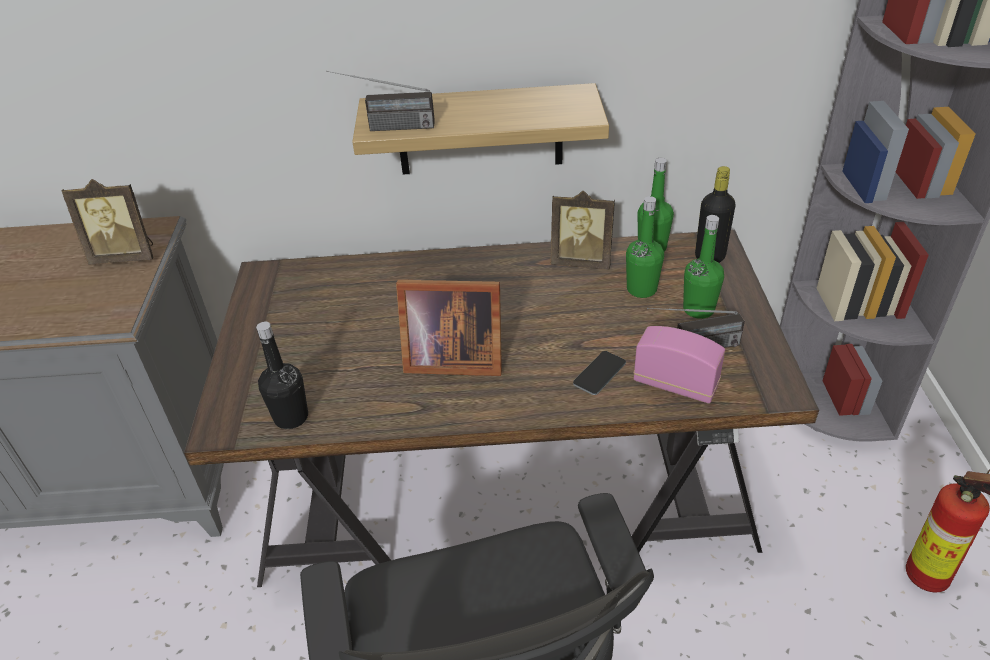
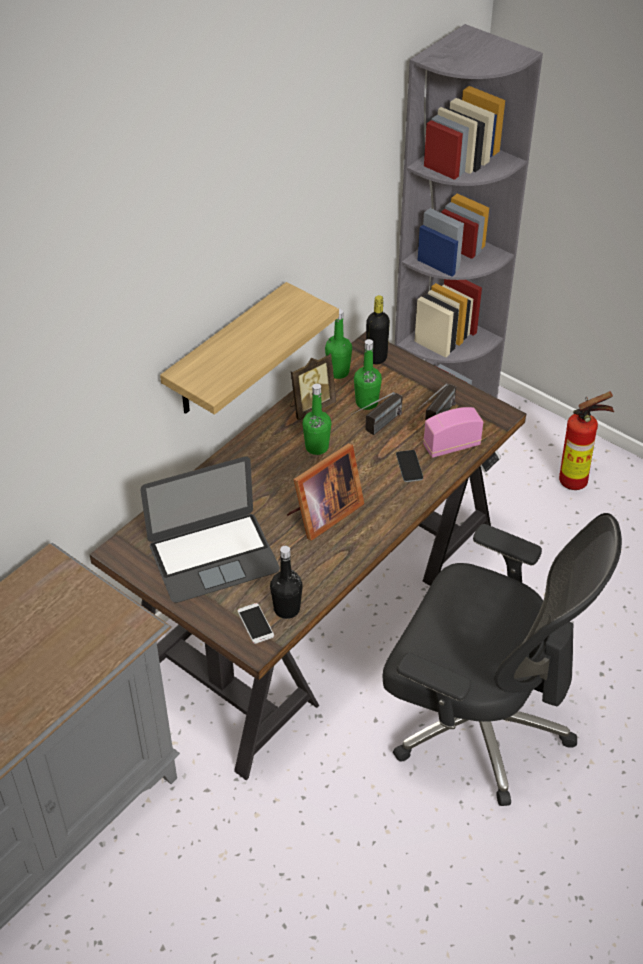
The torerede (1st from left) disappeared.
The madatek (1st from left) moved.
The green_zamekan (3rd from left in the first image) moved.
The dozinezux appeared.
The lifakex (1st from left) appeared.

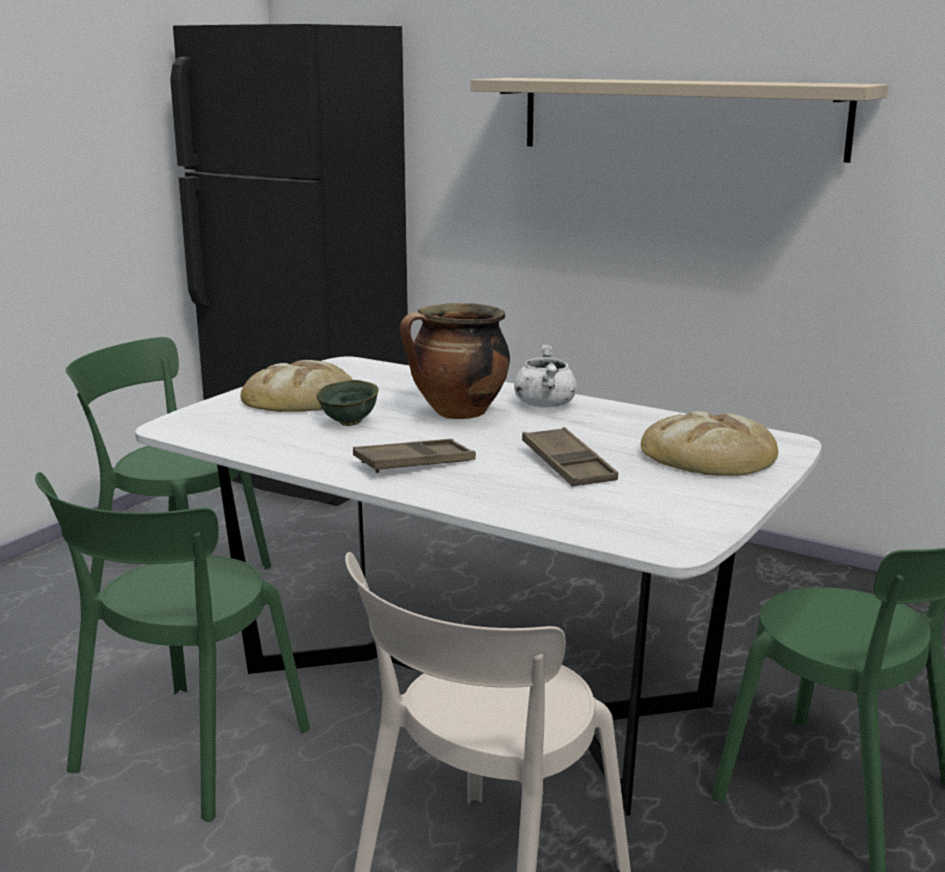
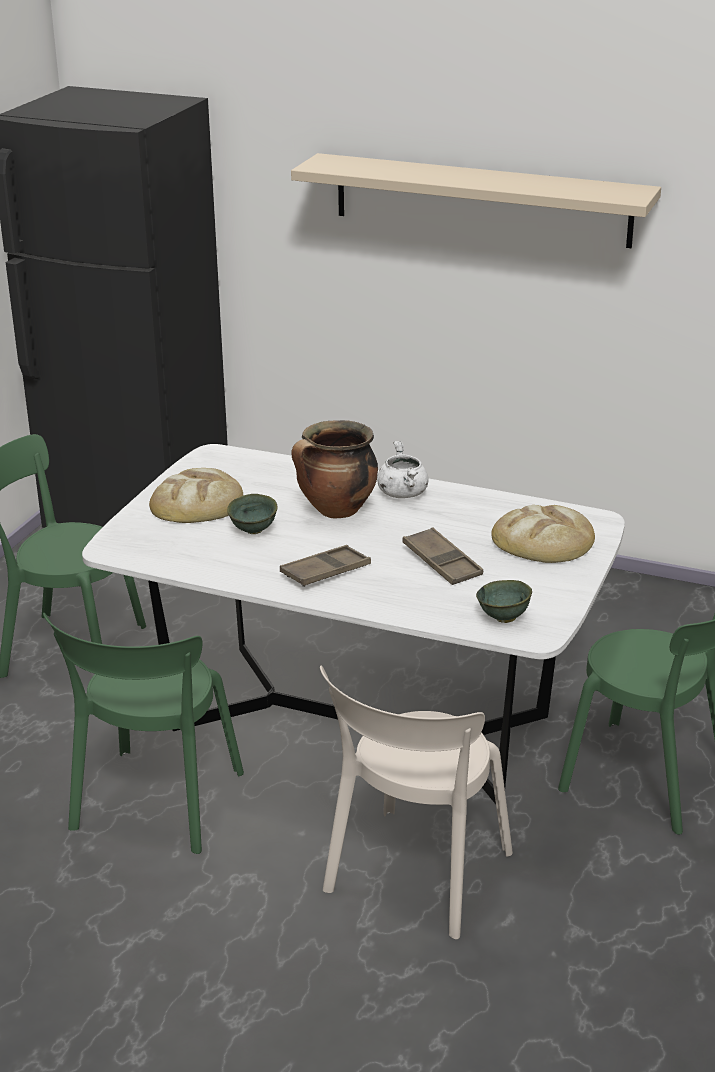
The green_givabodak (2nd from left) appeared.

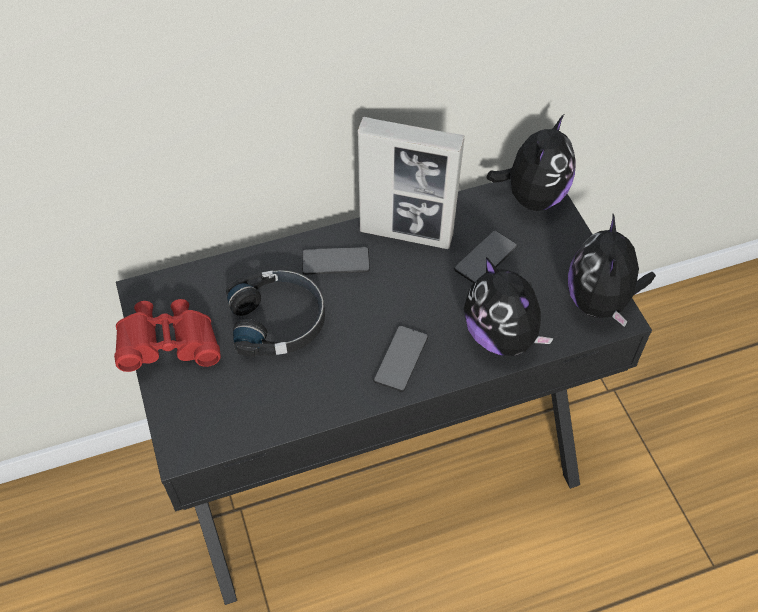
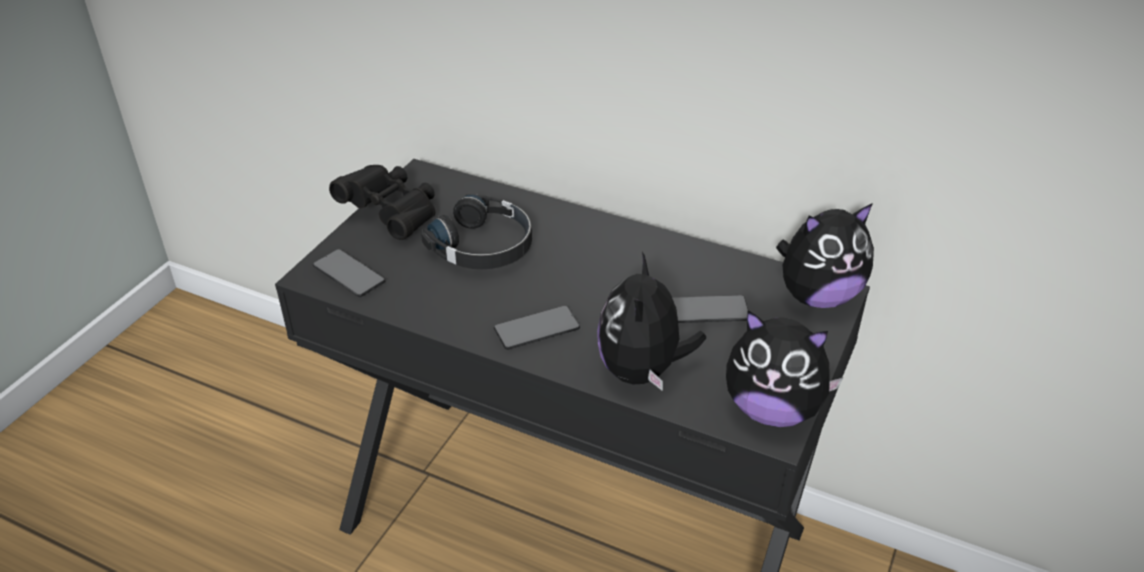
The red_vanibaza became the black_vanibaza.
The lifakex (1st from left) moved.
The torerede disappeared.
The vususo (3rd from left in the first image) turned 120 degrees counterclockwise.

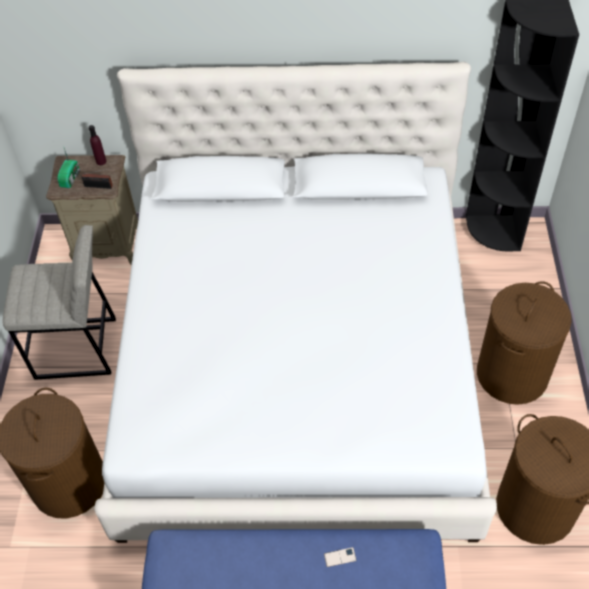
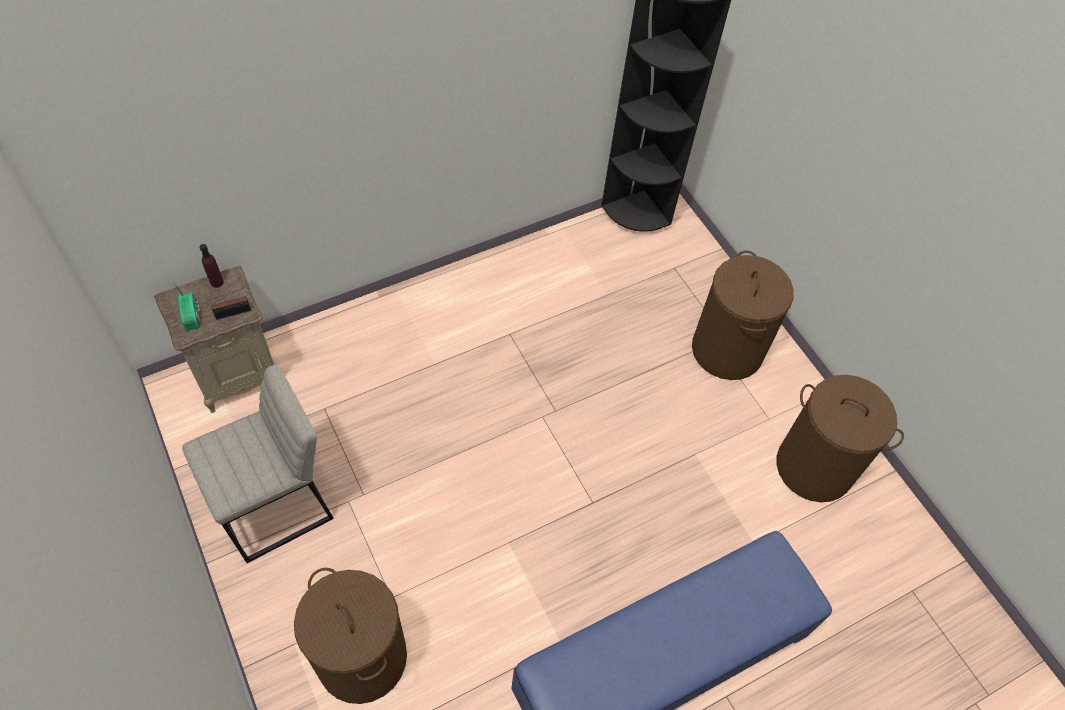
The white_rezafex disappeared.
The lifakex disappeared.

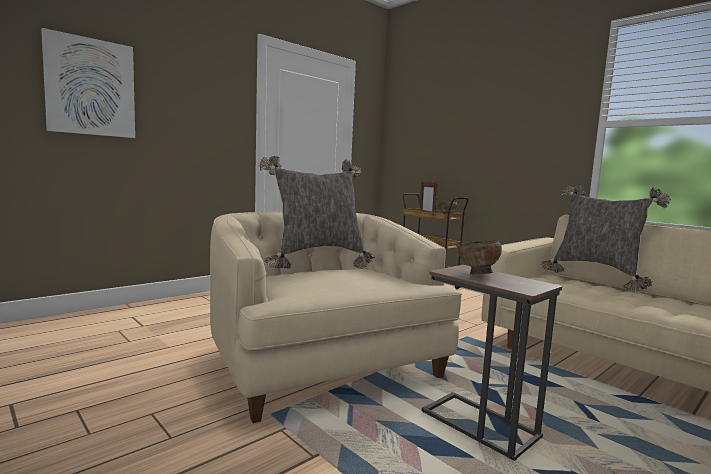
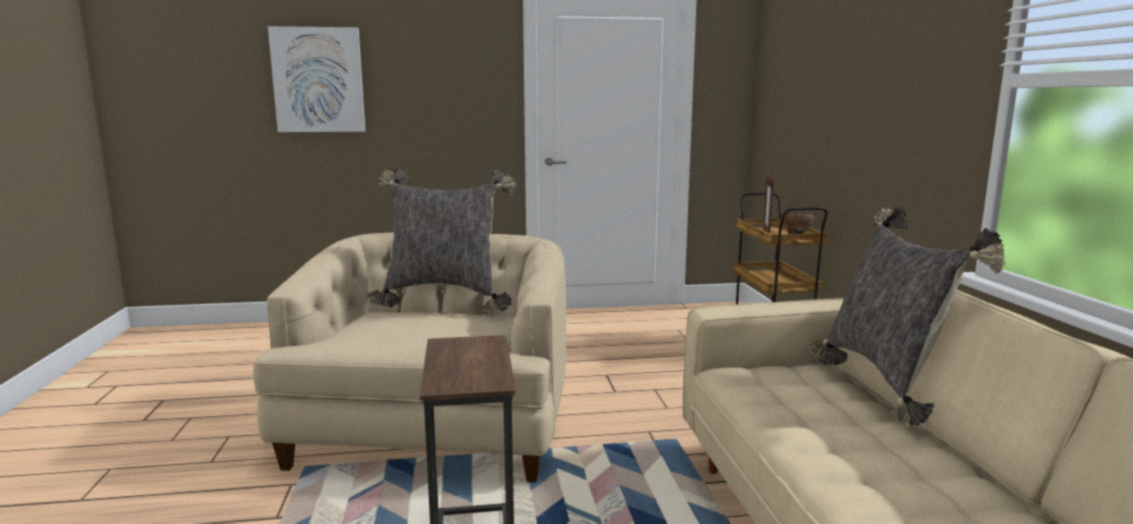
The brown_givabodak (2nd from left) disappeared.

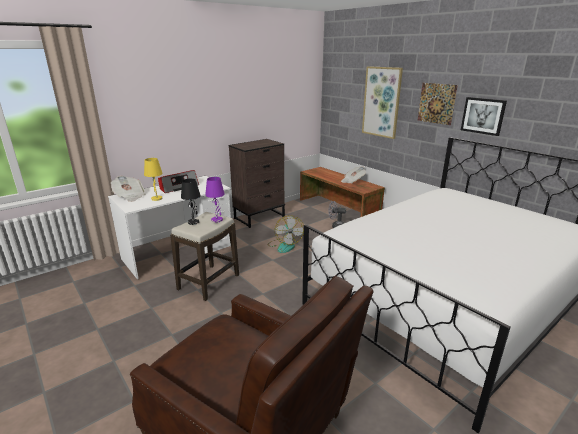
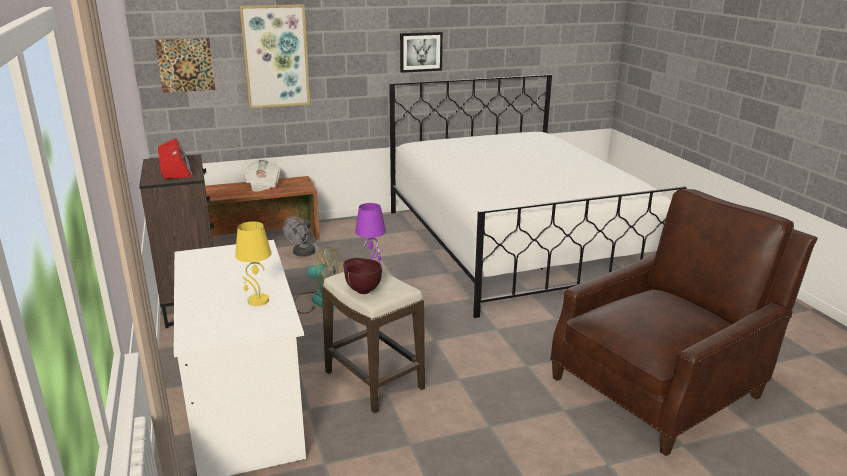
The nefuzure (1st from left) disappeared.
The madatek moved.
The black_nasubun was replaced by the brown_givabodak.
The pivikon (2nd from left in the first image) moved.

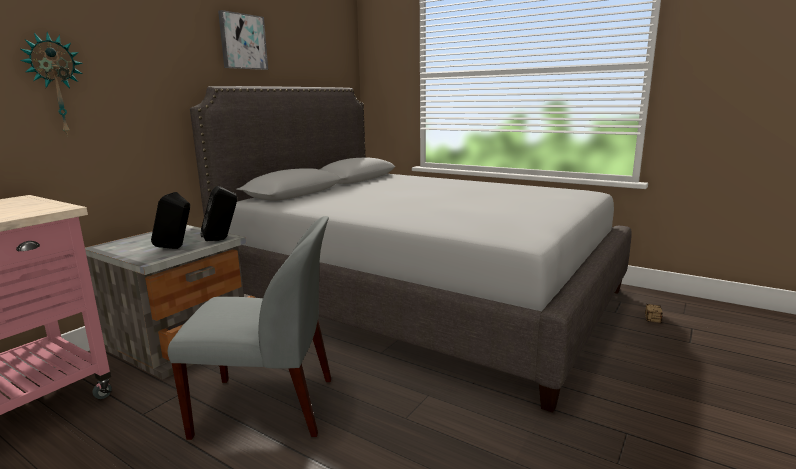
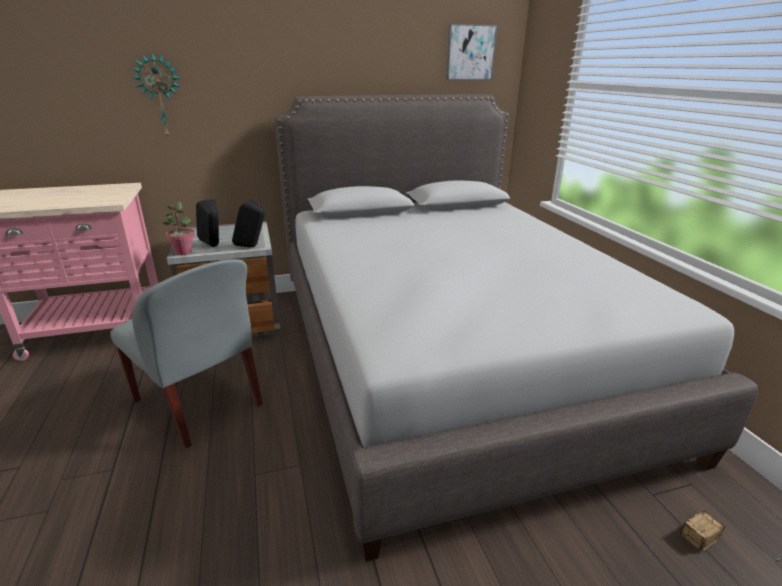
The pivikon moved.
The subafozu appeared.

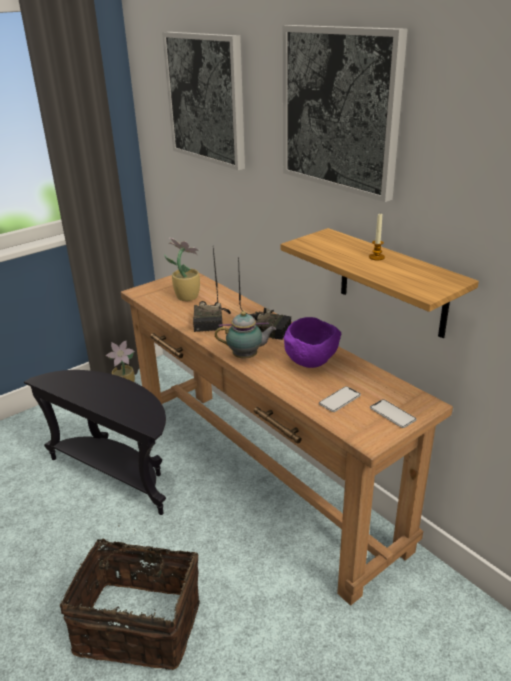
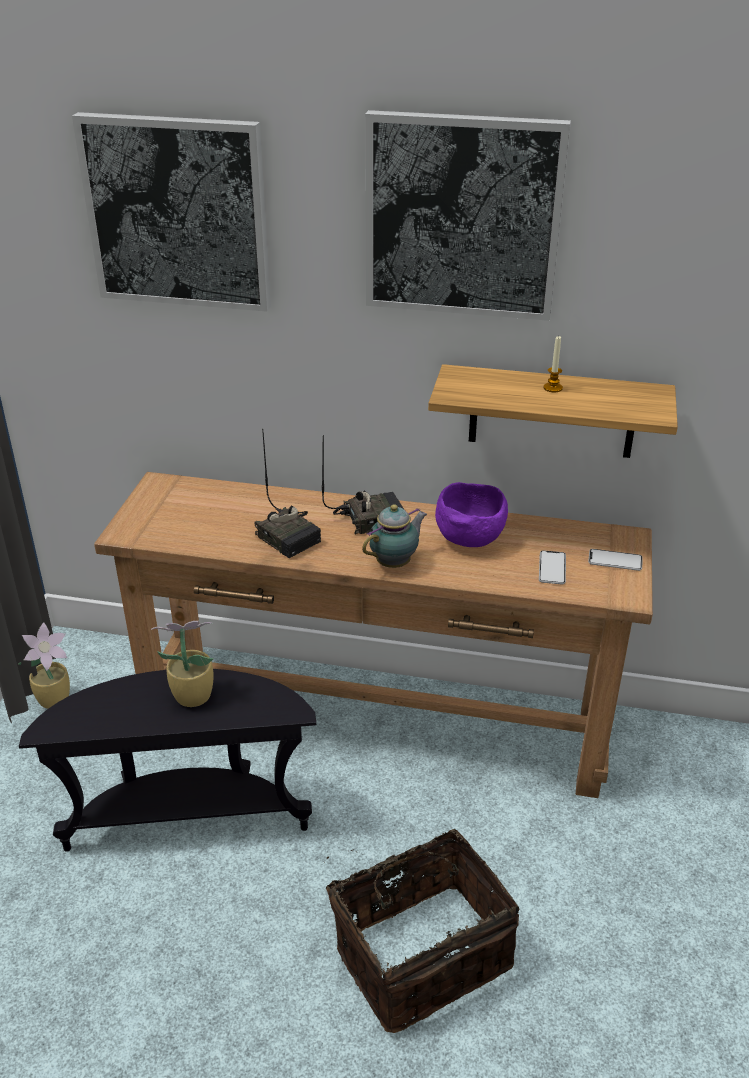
The subafozu (2nd from left) moved.

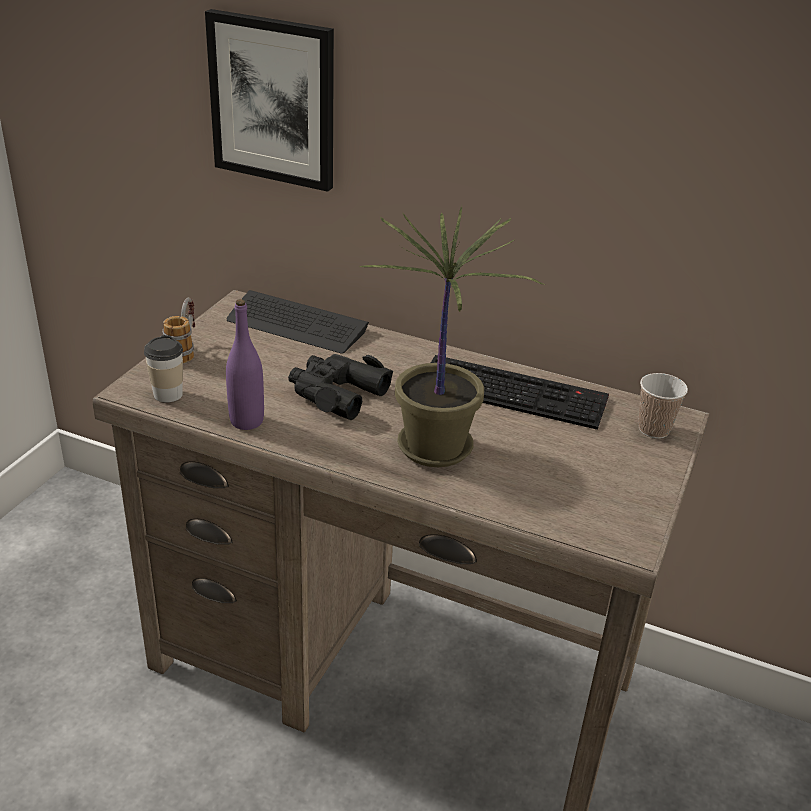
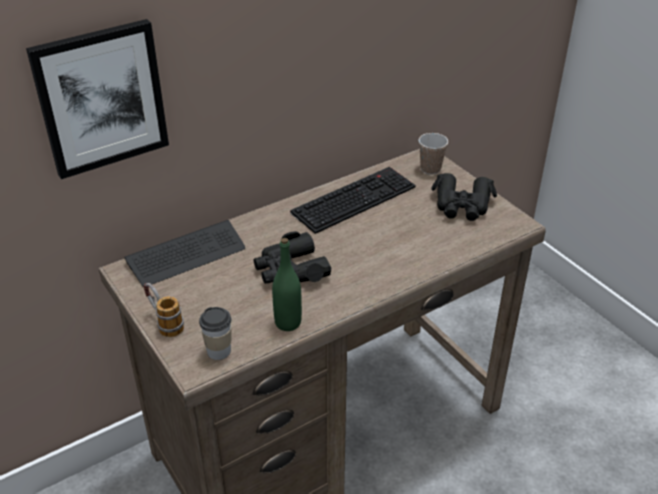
The purple_zamekan became the green_zamekan.
The subafozu disappeared.
The black_vanibaza (2nd from left) appeared.

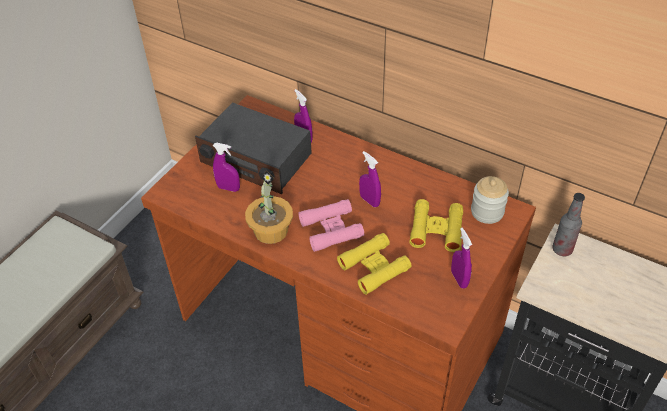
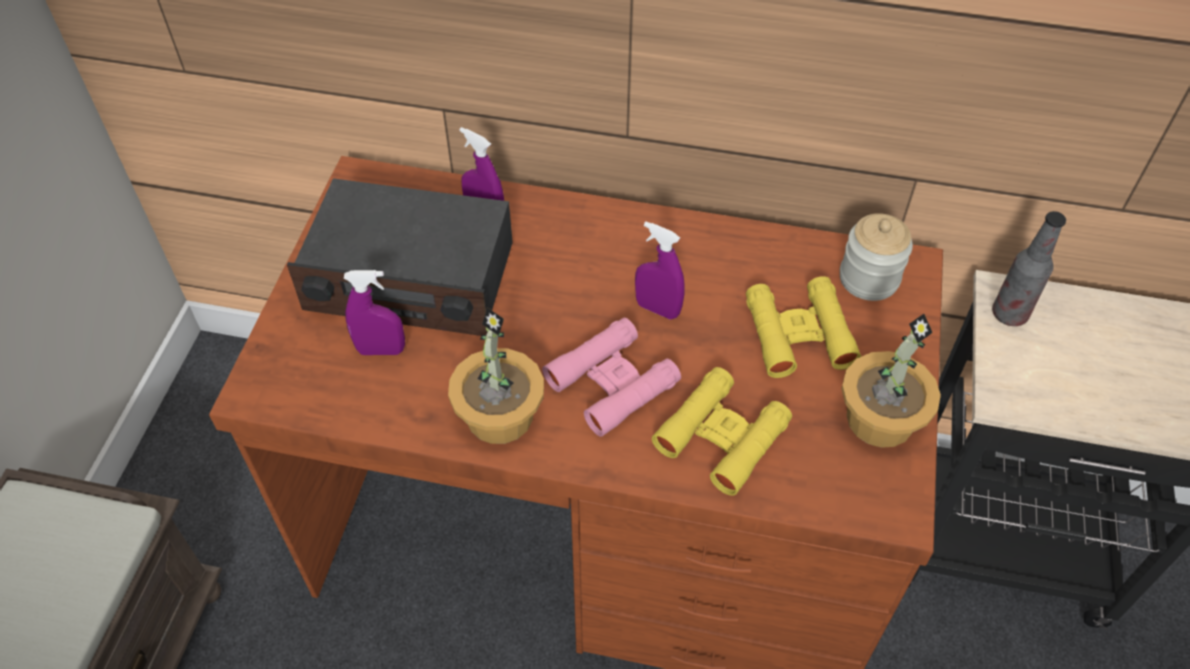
The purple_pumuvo (4th from left) was replaced by the subafozu (2nd from left).

